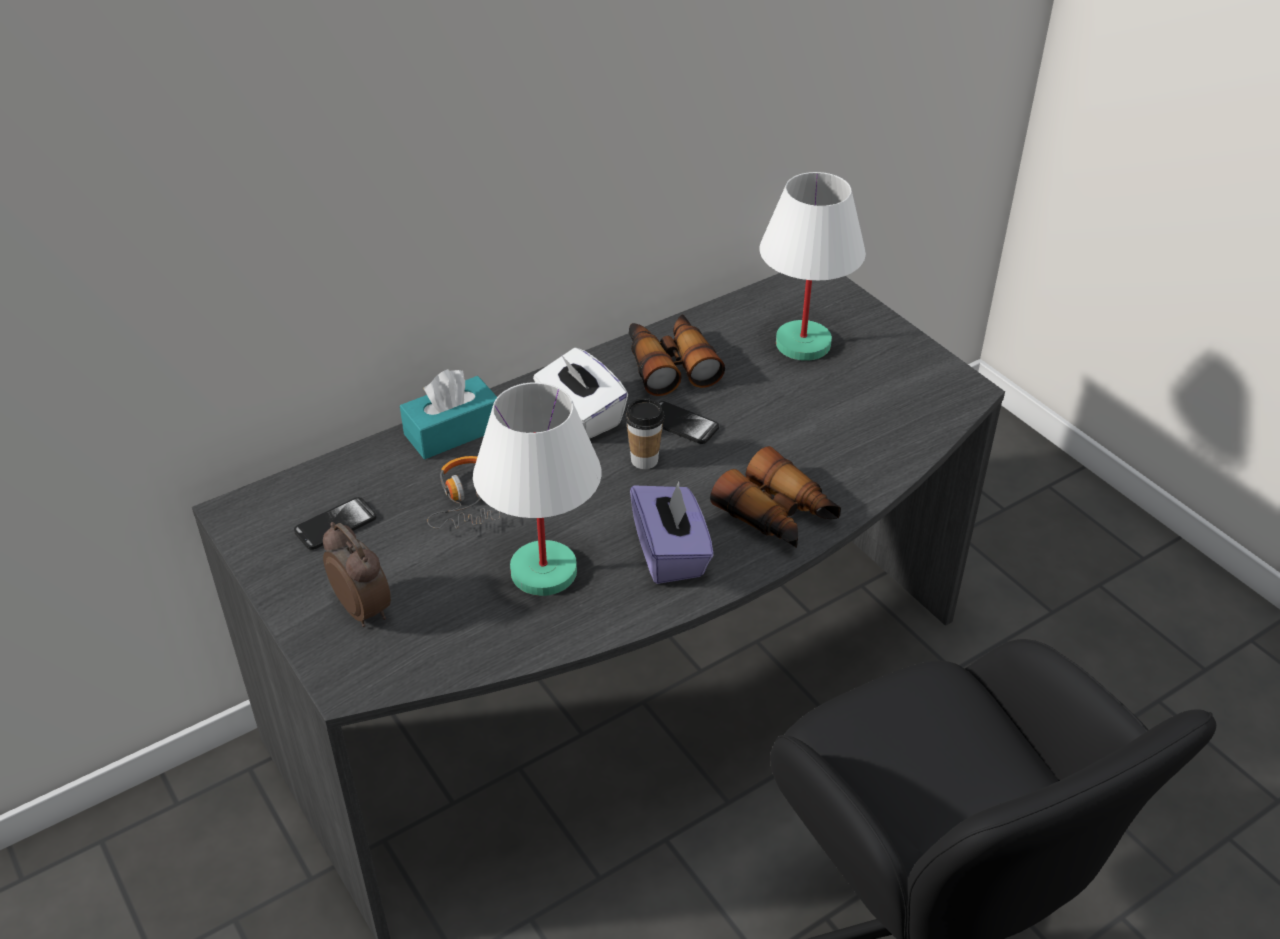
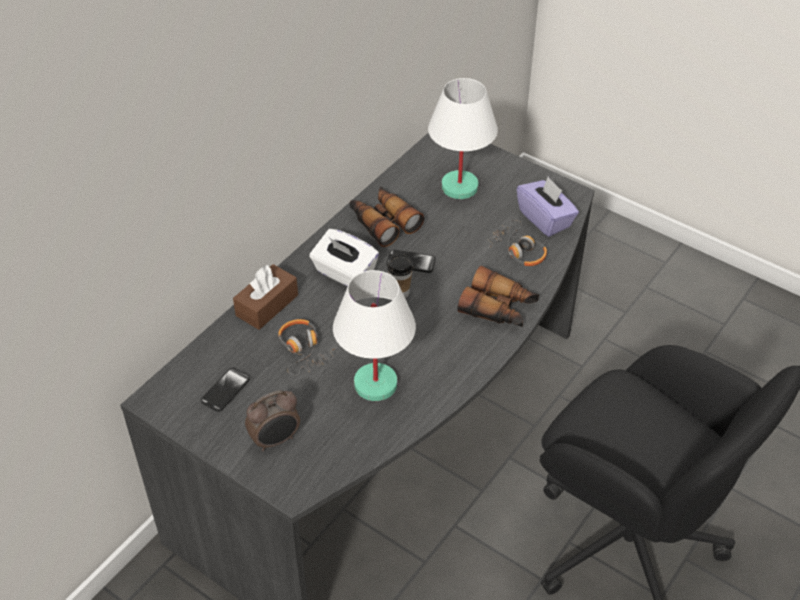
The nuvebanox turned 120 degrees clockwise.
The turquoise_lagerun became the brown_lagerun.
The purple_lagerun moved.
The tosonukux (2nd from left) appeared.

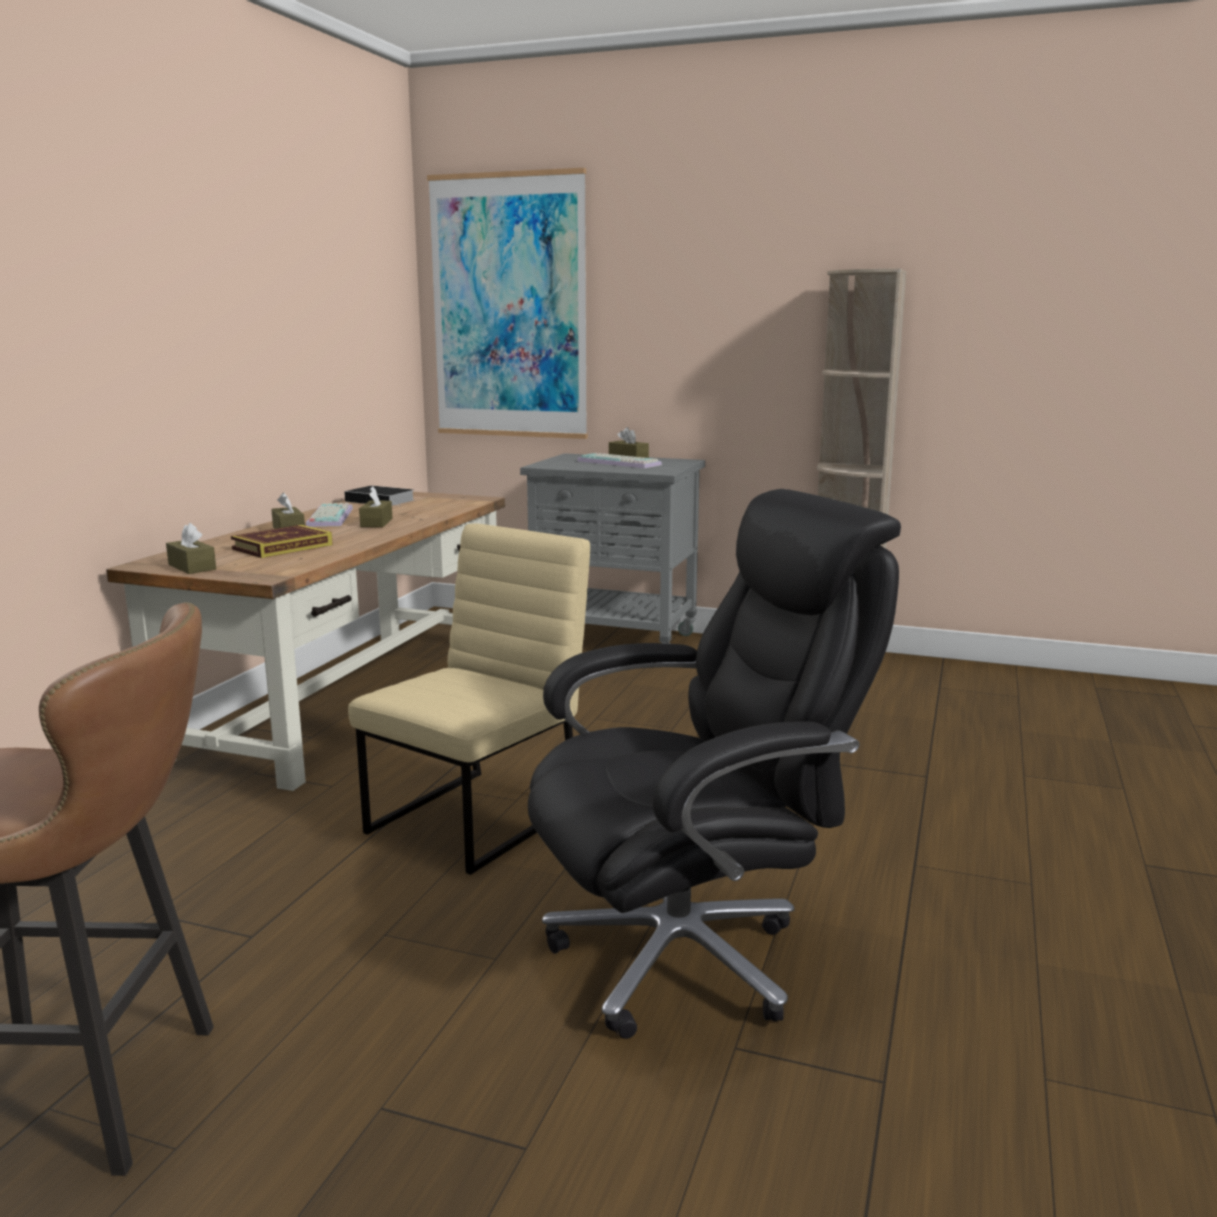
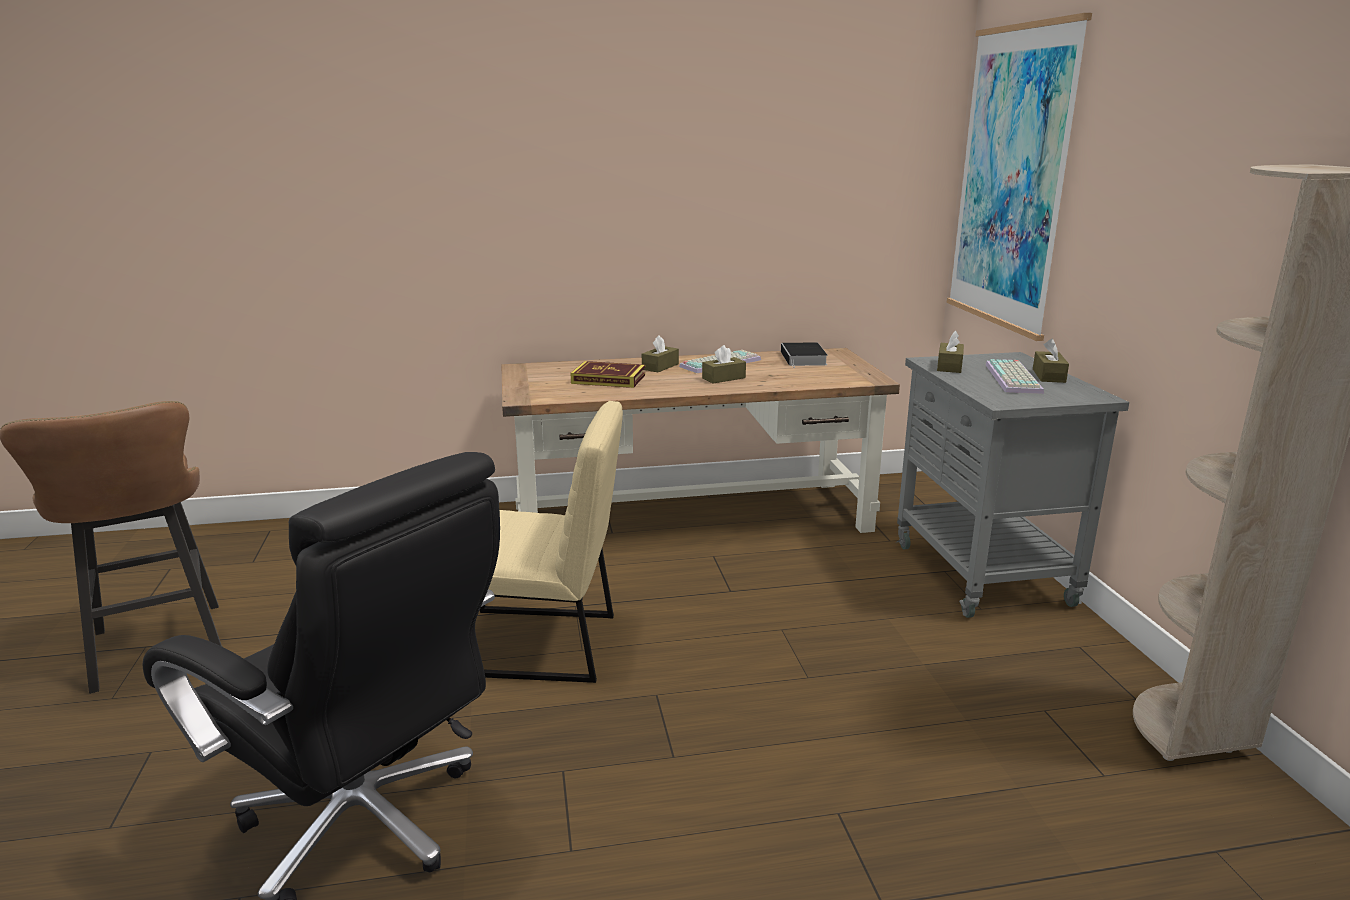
The brown_lagerun (1st from left in the first image) moved.

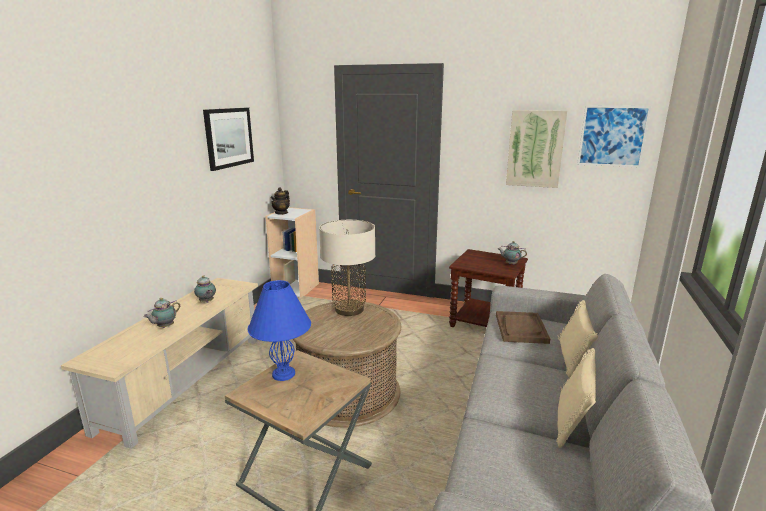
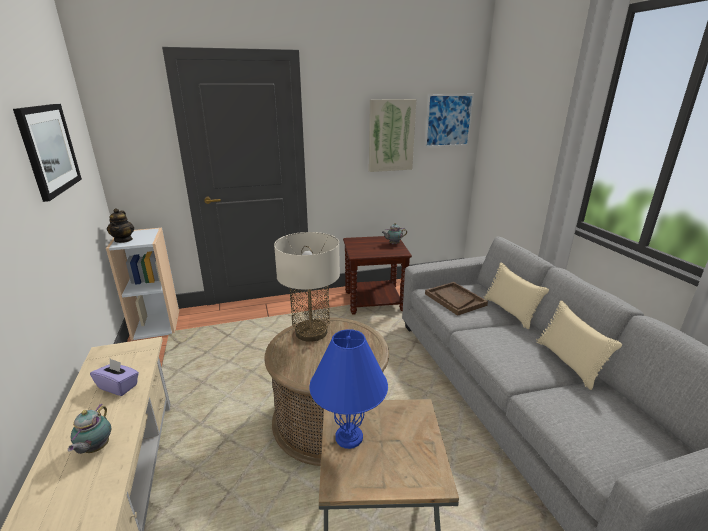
The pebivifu (2nd from left) was replaced by the purple_lagerun.

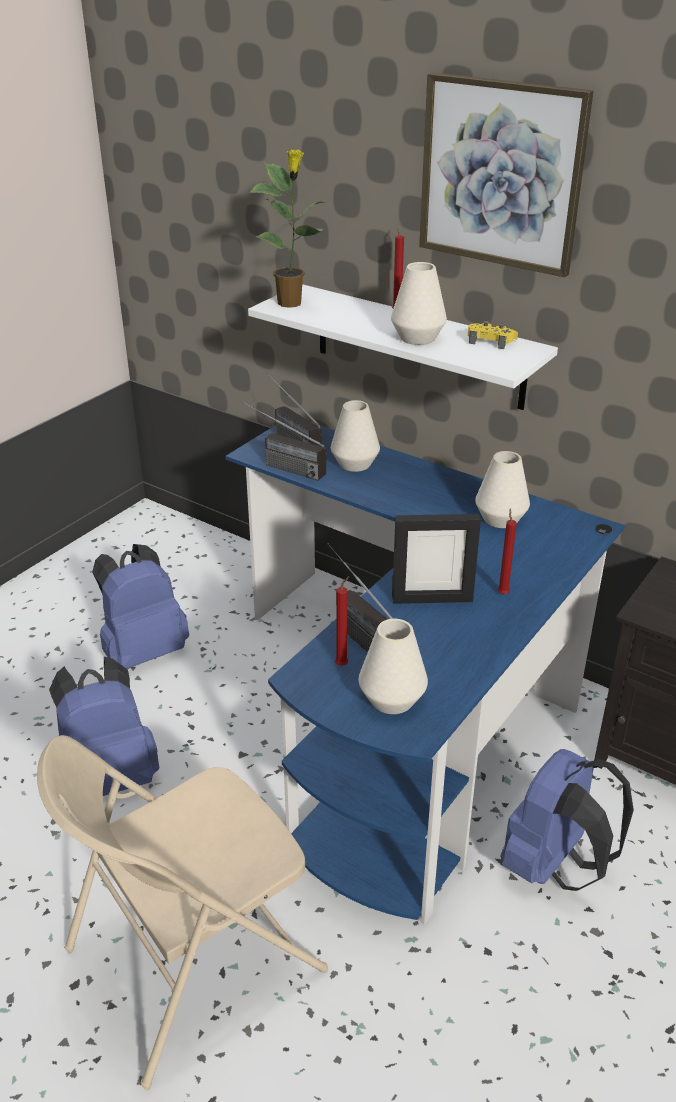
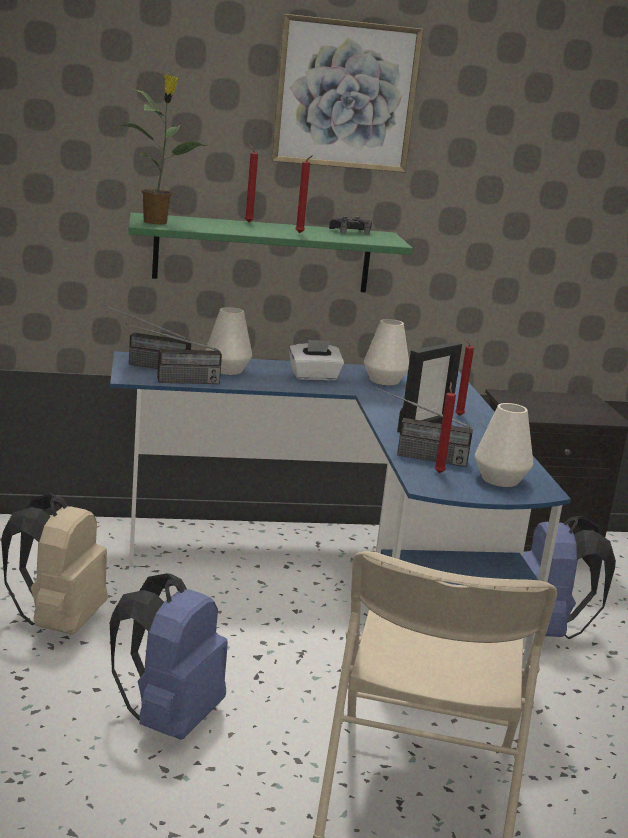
The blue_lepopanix (2nd from left) became the beige_lepopanix.
The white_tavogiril became the green_tavogiril.
The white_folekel (3rd from left) was replaced by the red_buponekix (2nd from left).
The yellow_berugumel became the black_berugumel.
The white_lagerun appeared.

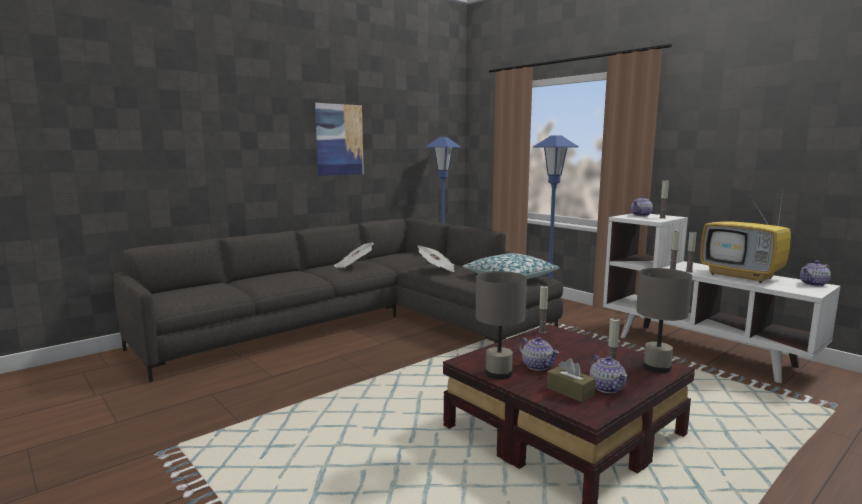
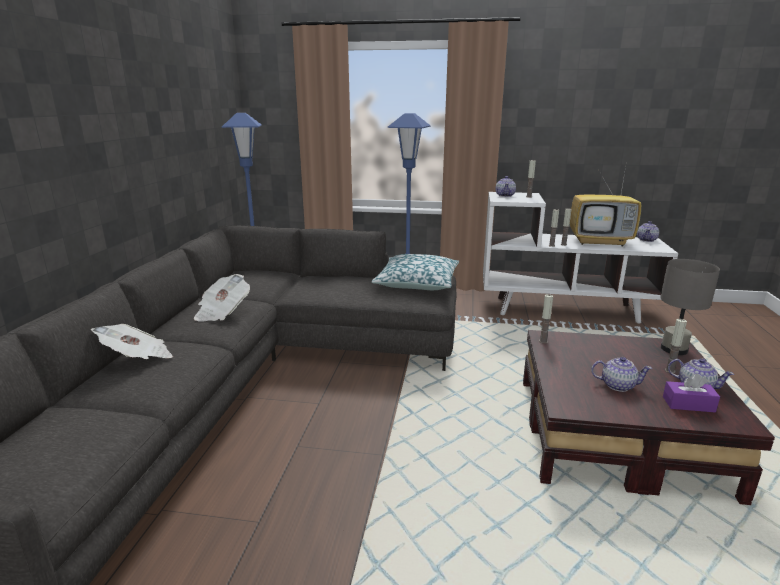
The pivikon disappeared.
The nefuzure (2nd from left in the first image) moved.
The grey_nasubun (1st from left) disappeared.
The brown_lagerun became the purple_lagerun.

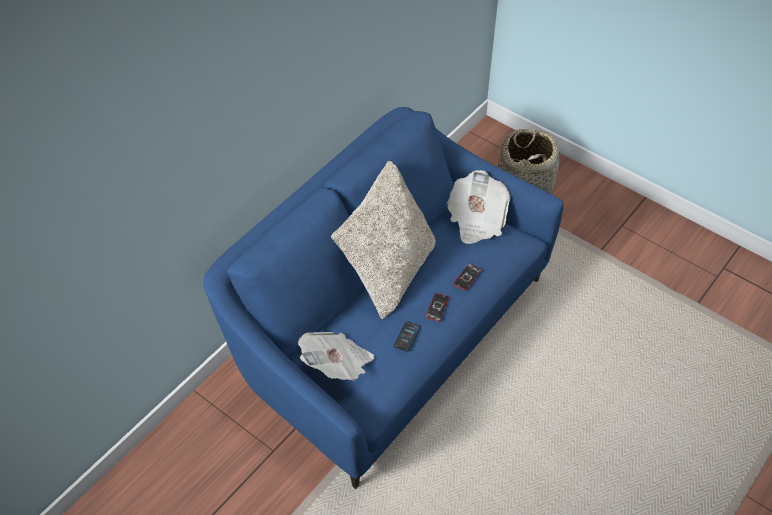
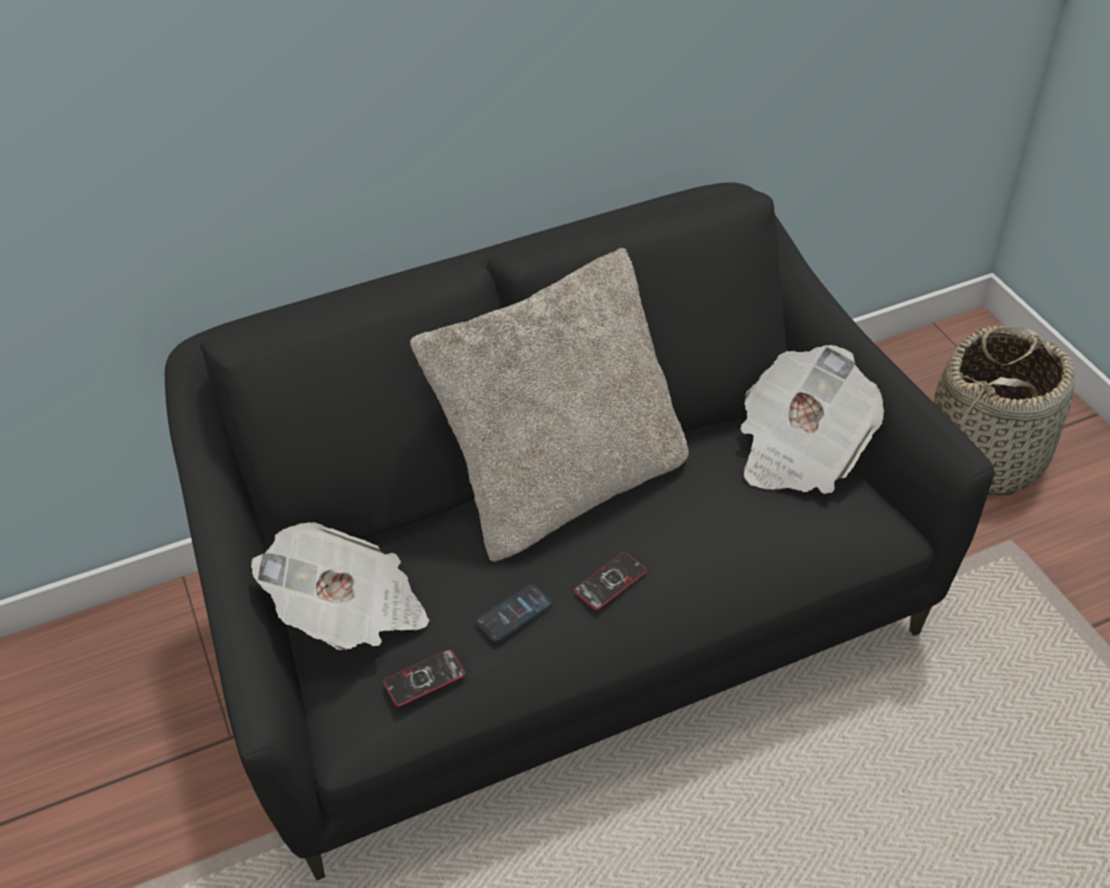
The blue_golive became the black_golive.
The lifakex (3rd from left in the first image) moved.

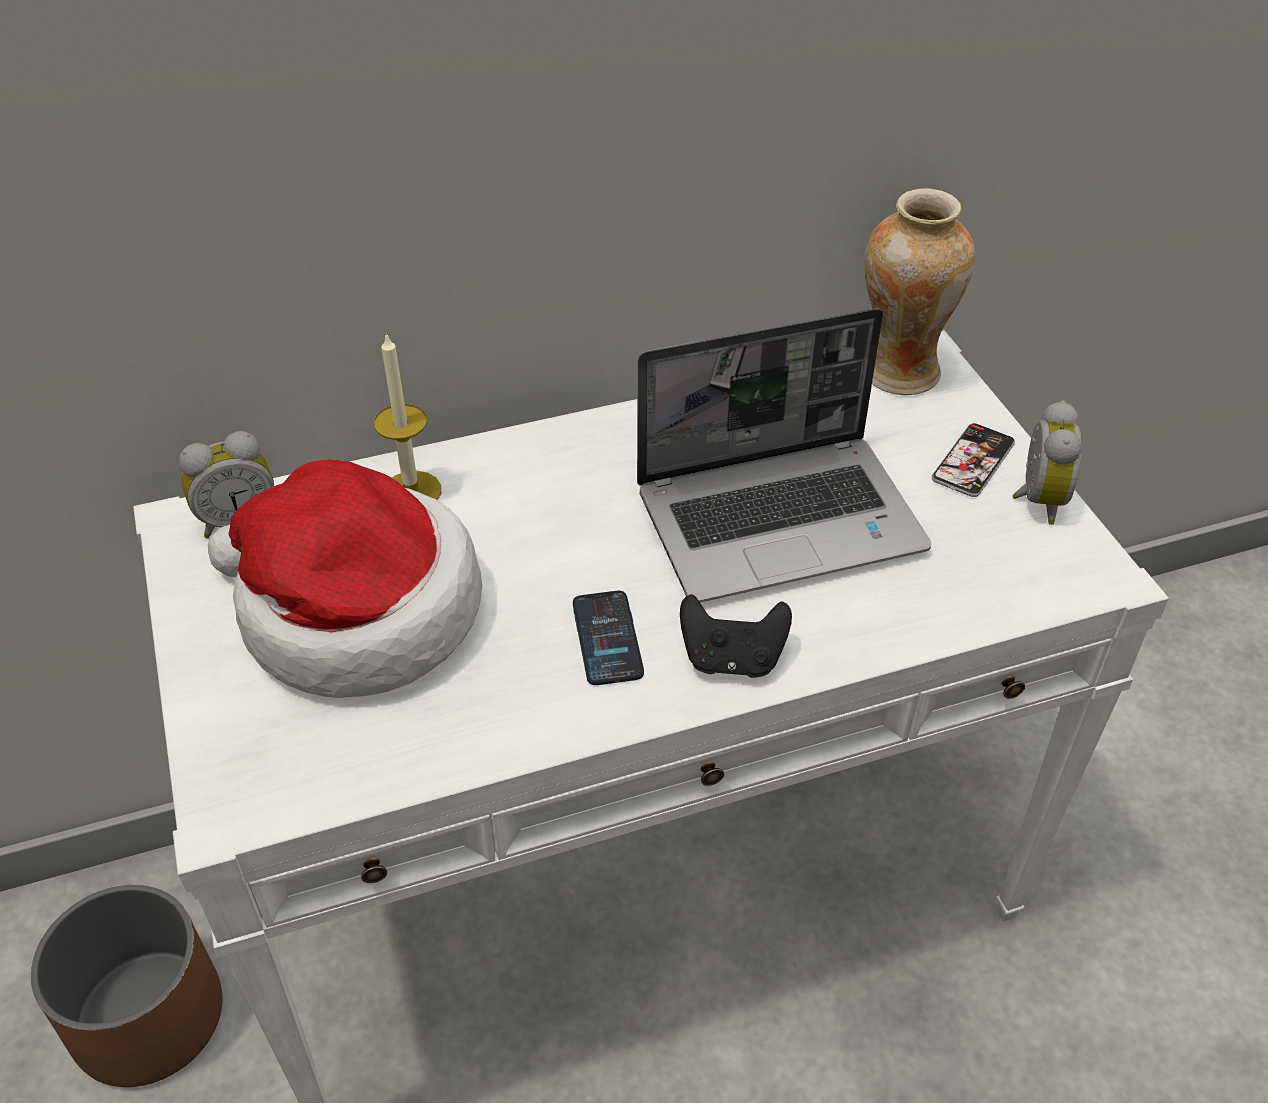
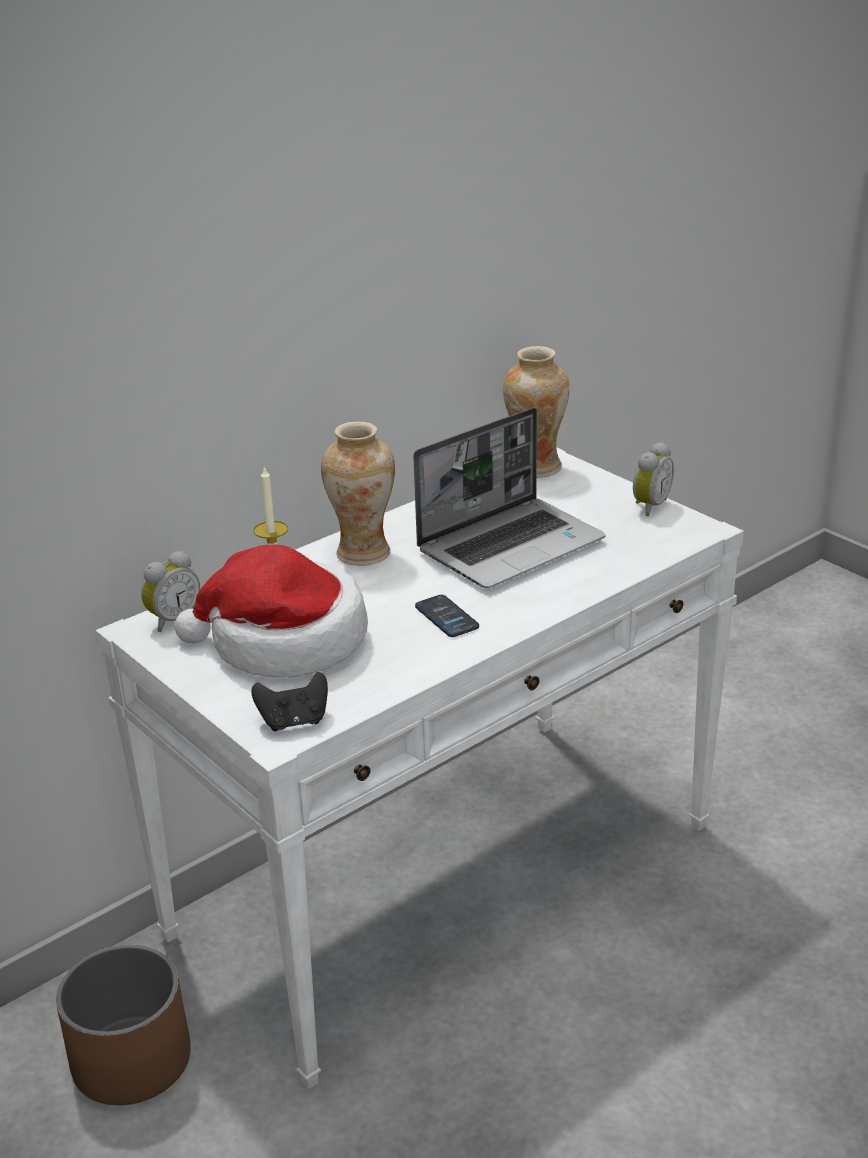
The black_berugumel moved.
The lifakex (2nd from left) disappeared.
The nuvebanox (2nd from left) turned 45 degrees clockwise.
The folekel (1st from left) appeared.

